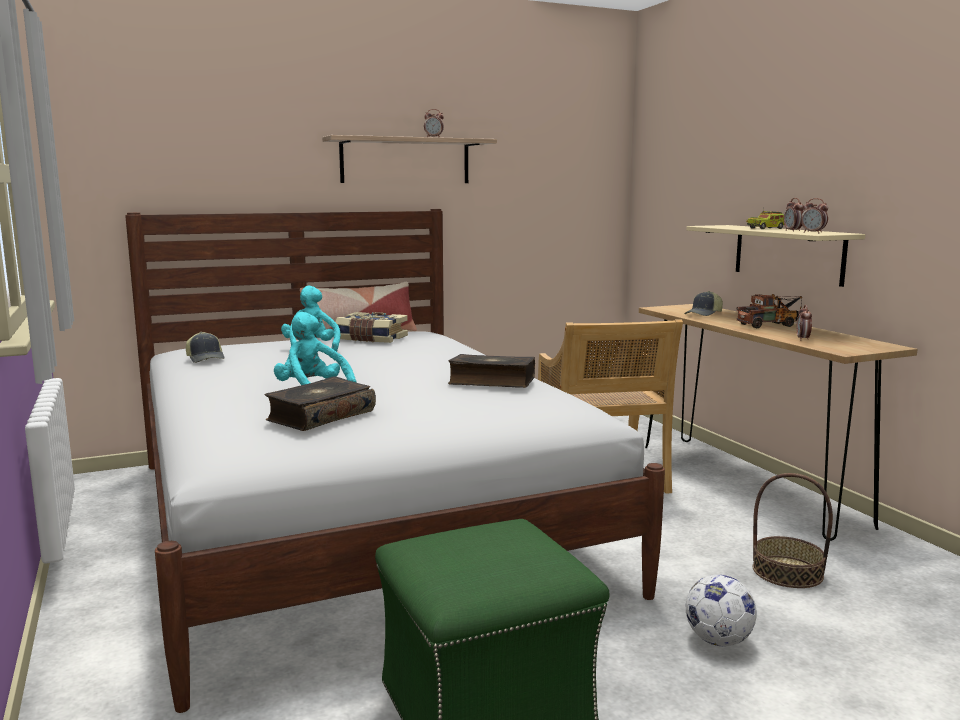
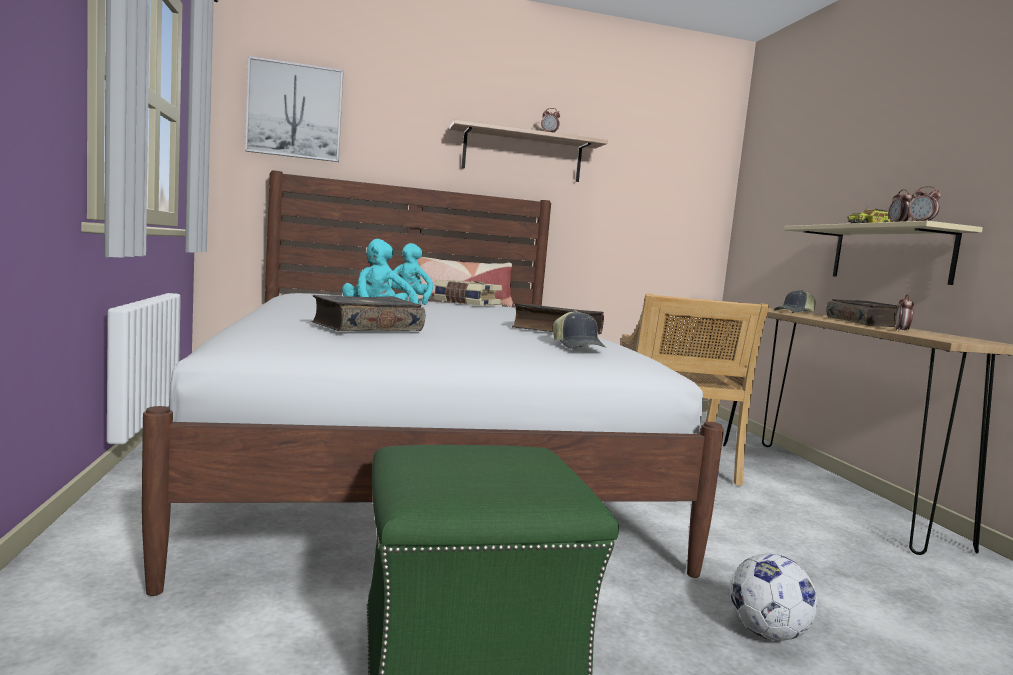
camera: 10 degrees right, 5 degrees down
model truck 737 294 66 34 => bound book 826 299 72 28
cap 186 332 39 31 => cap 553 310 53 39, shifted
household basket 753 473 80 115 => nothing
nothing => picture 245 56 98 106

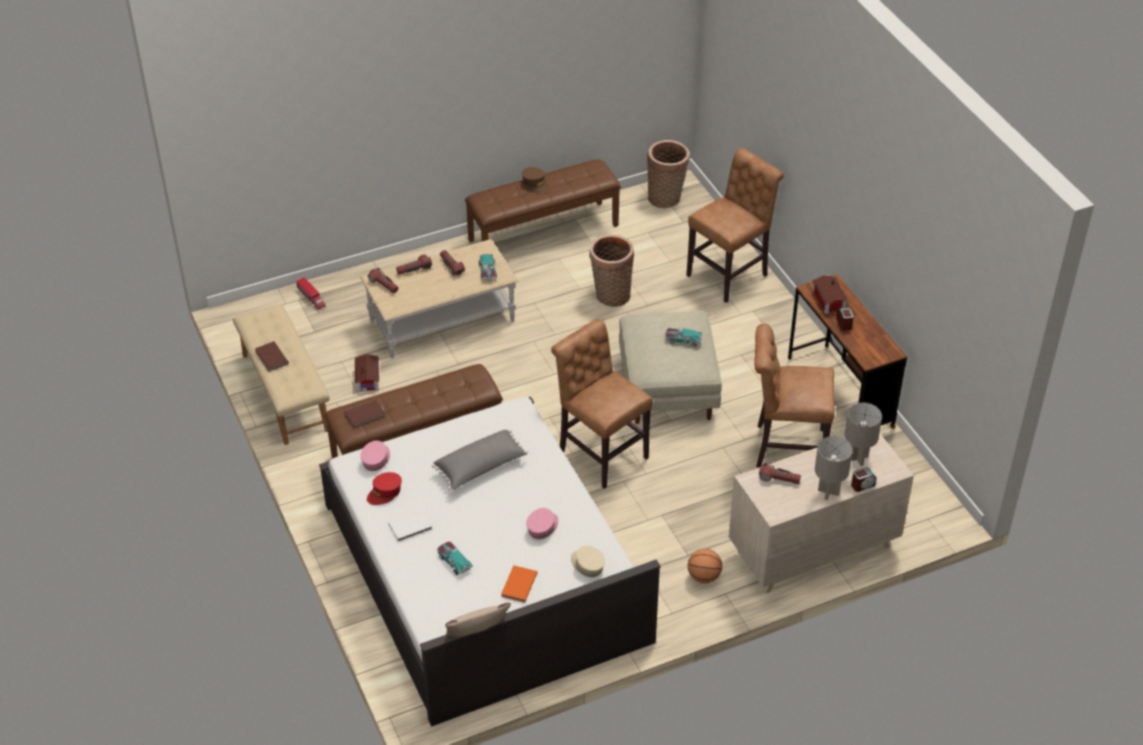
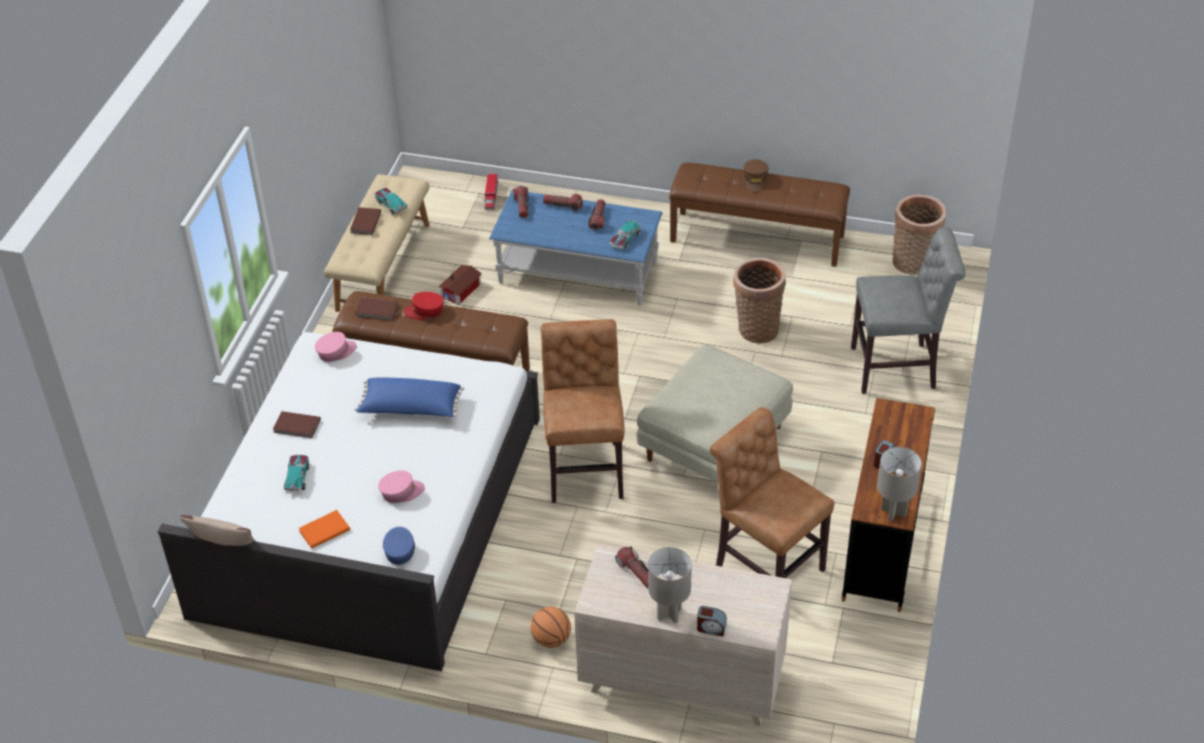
camera: 40 degrees right, 0 degrees up
upright chair (brown) 686 148 98 155 => upright chair (grey) 851 227 115 167
lounge table (beige) 360 239 159 119 => lounge table (bluish) 489 190 174 116
toy house 812 275 36 39 => nothing
model car 665 328 38 19 => model car 375 188 33 27, shifted
lamp for a table (grey) 845 403 37 63 => lamp for a table (grey) 877 447 45 75, shifted
pillow (grey) 432 430 96 60 => pillow (bluish) 354 378 110 39
cap (reddish) 367 472 35 33 => cap (reddish) 404 292 40 28, shifted
bound book (white-coloured) 388 510 44 32 => bound book (brown) 273 411 48 27
cap (beige) 571 546 34 31 => cap (bluish) 383 527 32 38

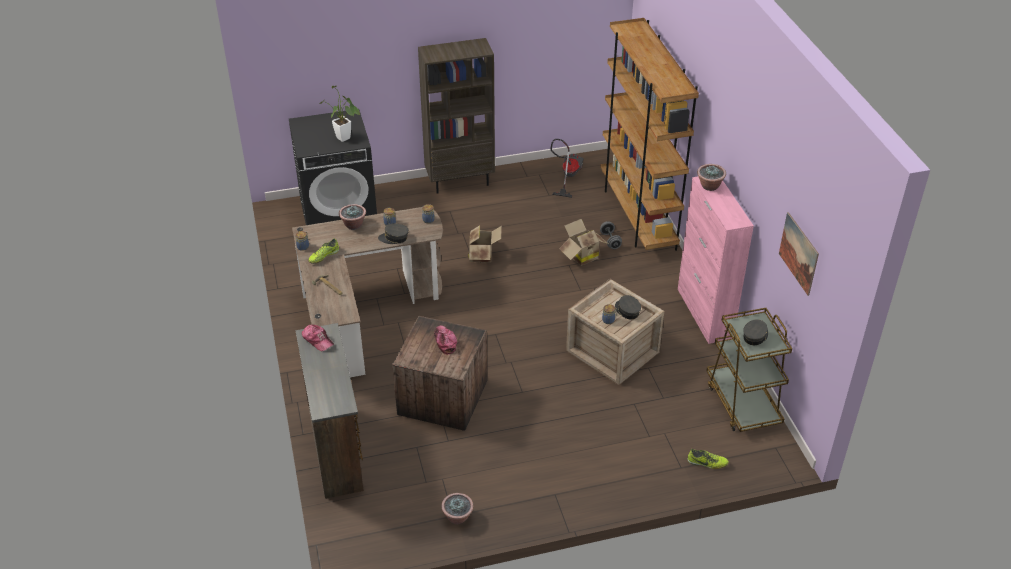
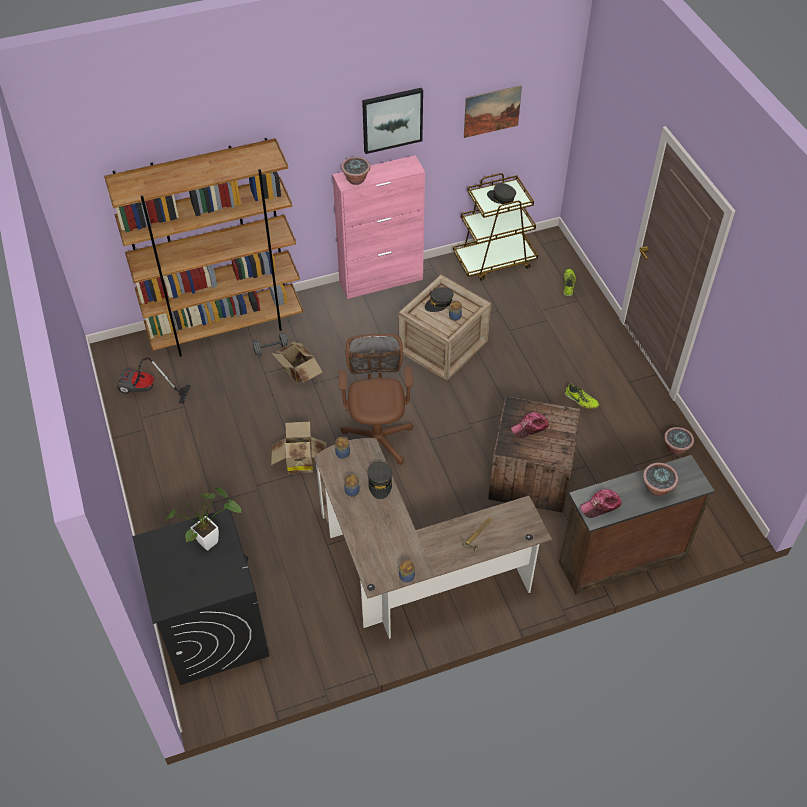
camera: 95 degrees left, 10 degrees up
bookshelf (brown) 418 38 77 156 => nothing
houseplant 339 204 27 26 => houseplant 643 462 36 34, shifted
shoe 308 238 31 26 => shoe 565 383 34 26, shifted
cap 302 324 32 27 => cap 580 489 42 29, 150 degrees counterclockwise
nothing => picture 362 88 61 66
nothing => office chair (brown) 339 334 74 131

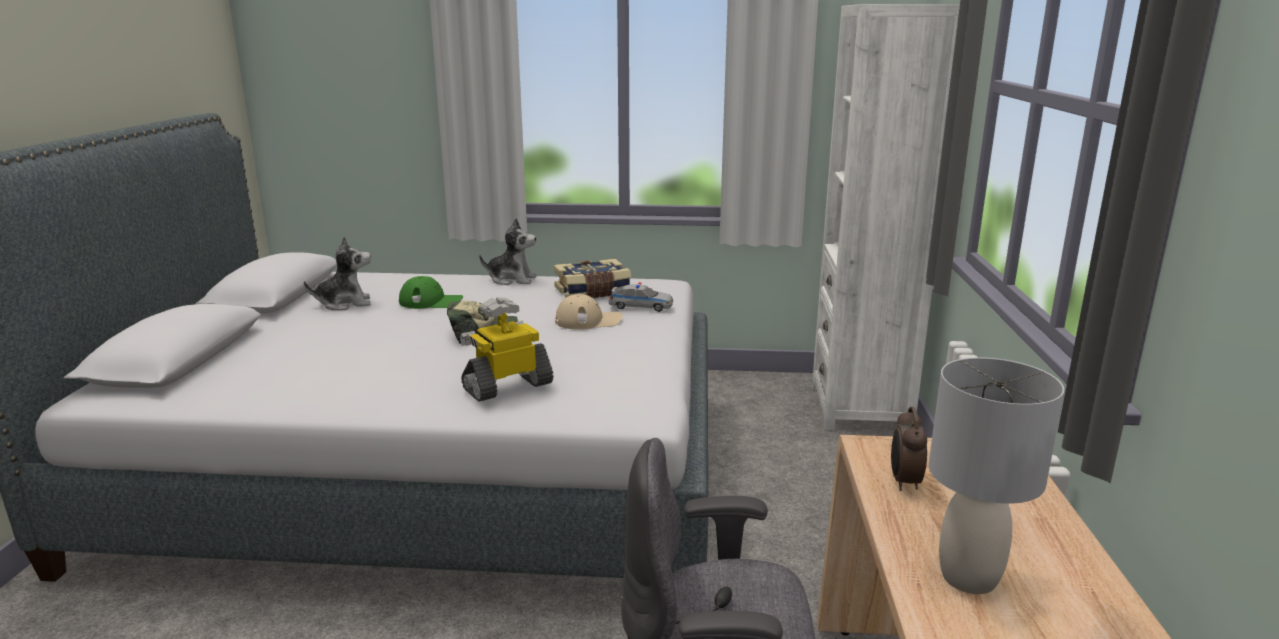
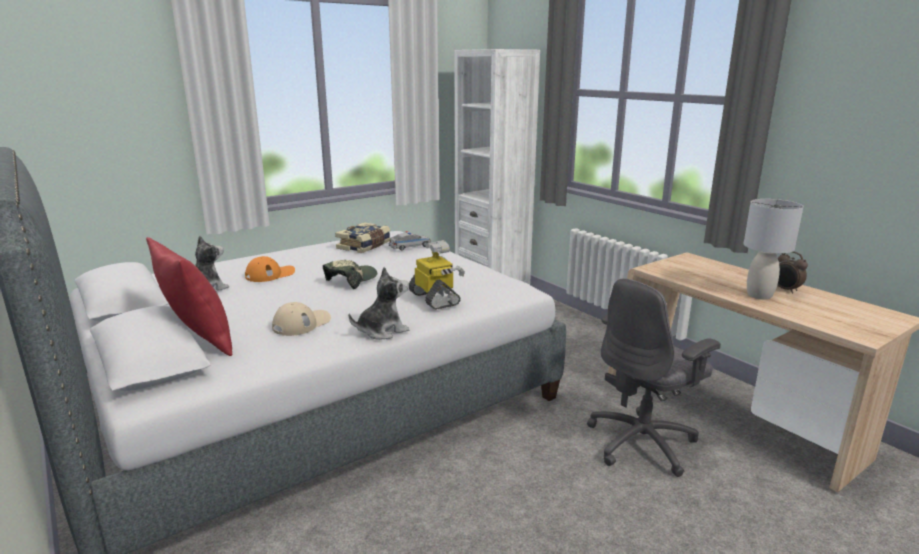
camera: 40 degrees left, 0 degrees up
soft toy 479 218 58 67 => soft toy 349 267 60 73, shifted
cap (green) 399 276 64 33 => cap (orange-coloured) 245 256 50 26
cap (beige) 555 294 68 36 => cap (beige) 272 302 59 34, shifted
model robot 460 297 93 104 => model robot 409 240 56 69, 135 degrees clockwise
alarm clock 891 407 36 84 => alarm clock 777 251 31 43, shifted
nothing => pillow (reddish) 146 237 86 119

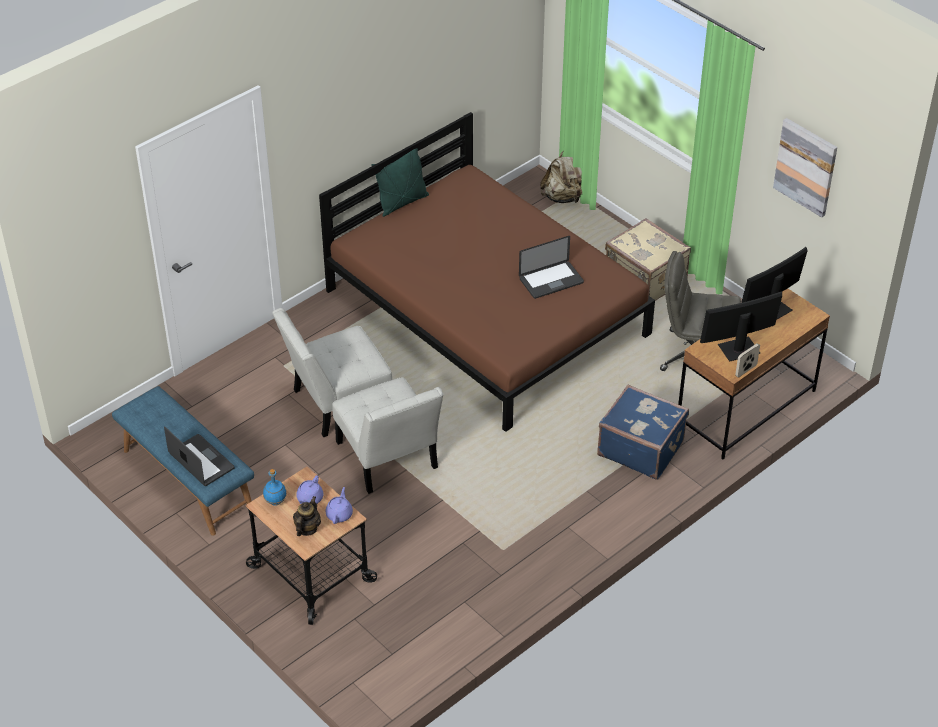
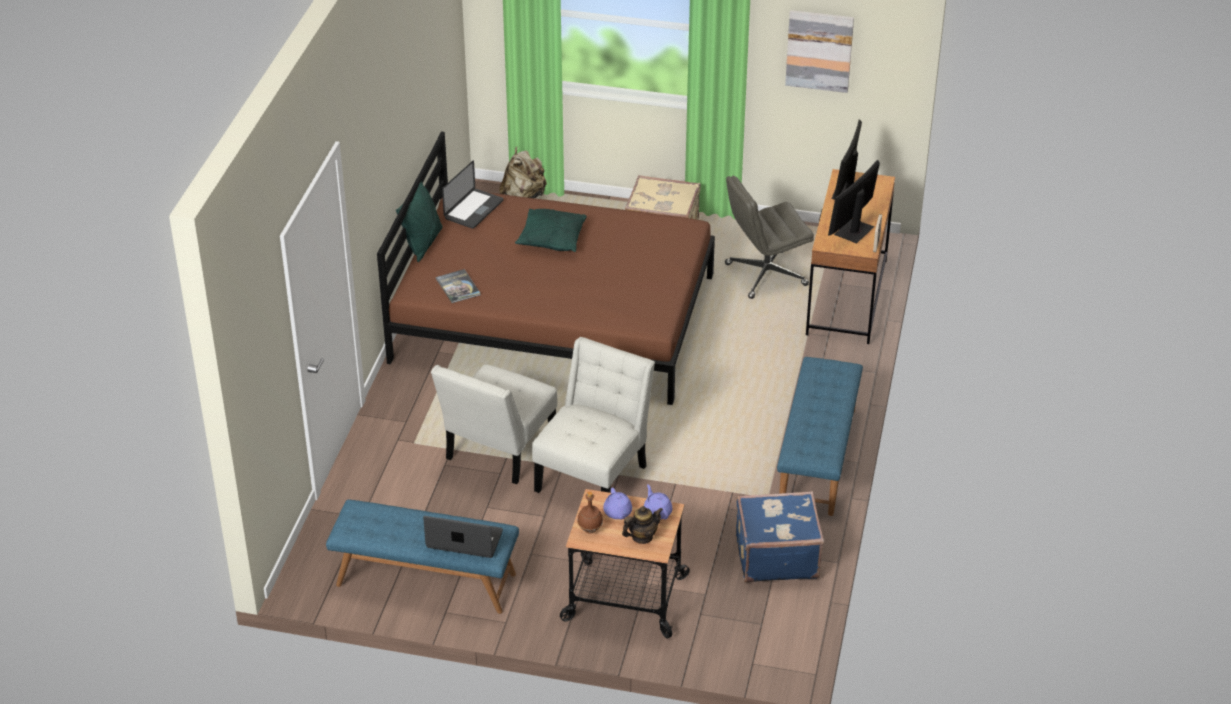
camera: 35 degrees left, 5 degrees down
laptop 519 236 65 63 => laptop 442 160 61 69, shifted
upright chair (white-coloured) 332 377 112 117 => upright chair (white-coloured) 532 337 123 156, 90 degrees counterclockwise
piece of luggage (bluish) 597 384 92 96 => piece of luggage (bluish) 736 491 88 92, shifted
beverage bottle (bluish) 263 469 24 37 => beverage bottle (brown) 578 492 25 42
tea pot 293 496 28 40 => tea pot 622 506 41 38, 75 degrees clockwise
nothing => pillow (green) 515 209 72 43
nothing => bound book 436 269 45 34
nothing => long seat (bluish) 777 357 86 159

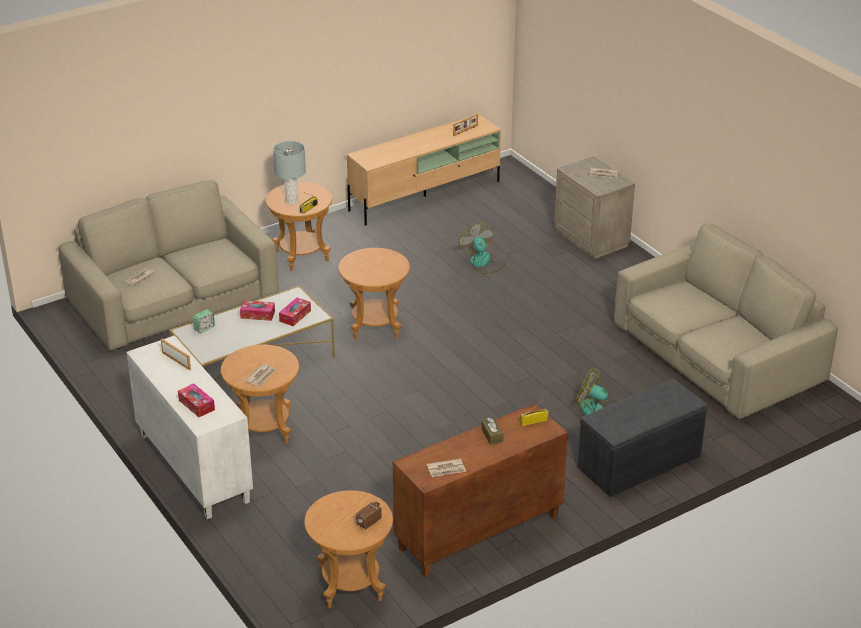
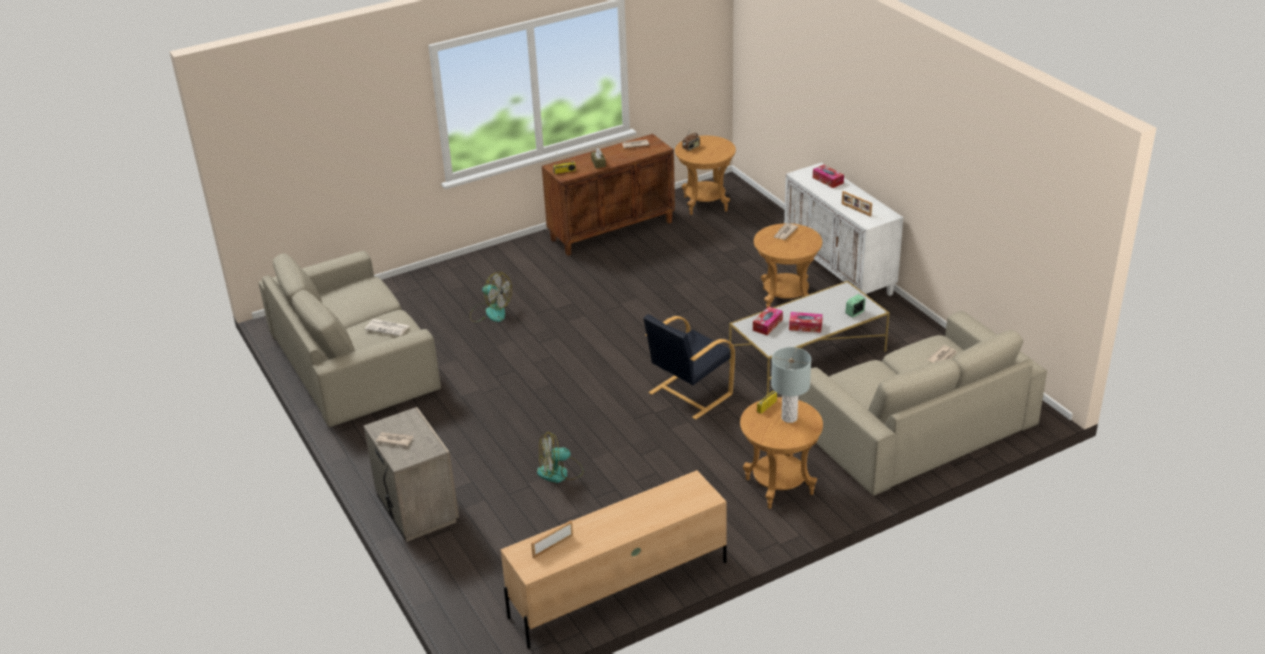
camera: 175 degrees left, 0 degrees up
fan 459 223 47 51 => fan 537 432 47 51, 90 degrees clockwise
accent table (brown) 338 248 72 92 => easy chair (blackish) 643 314 92 106
long seat (grey) 578 379 130 118 => nothing
nothing => printed paper 365 319 44 17

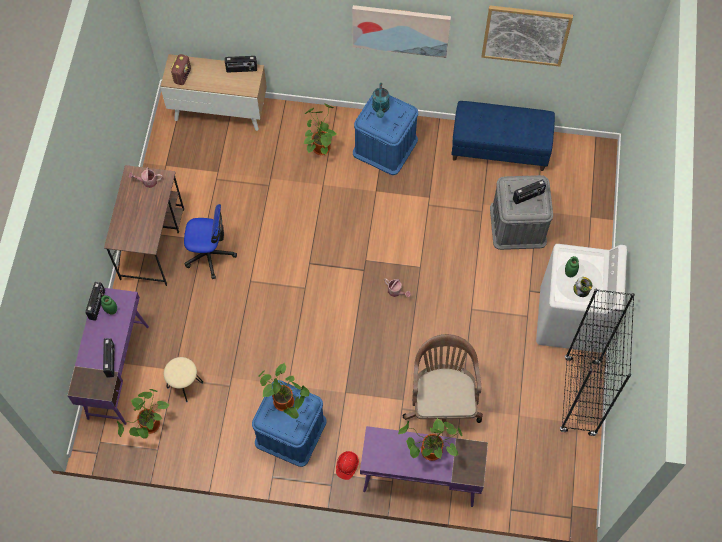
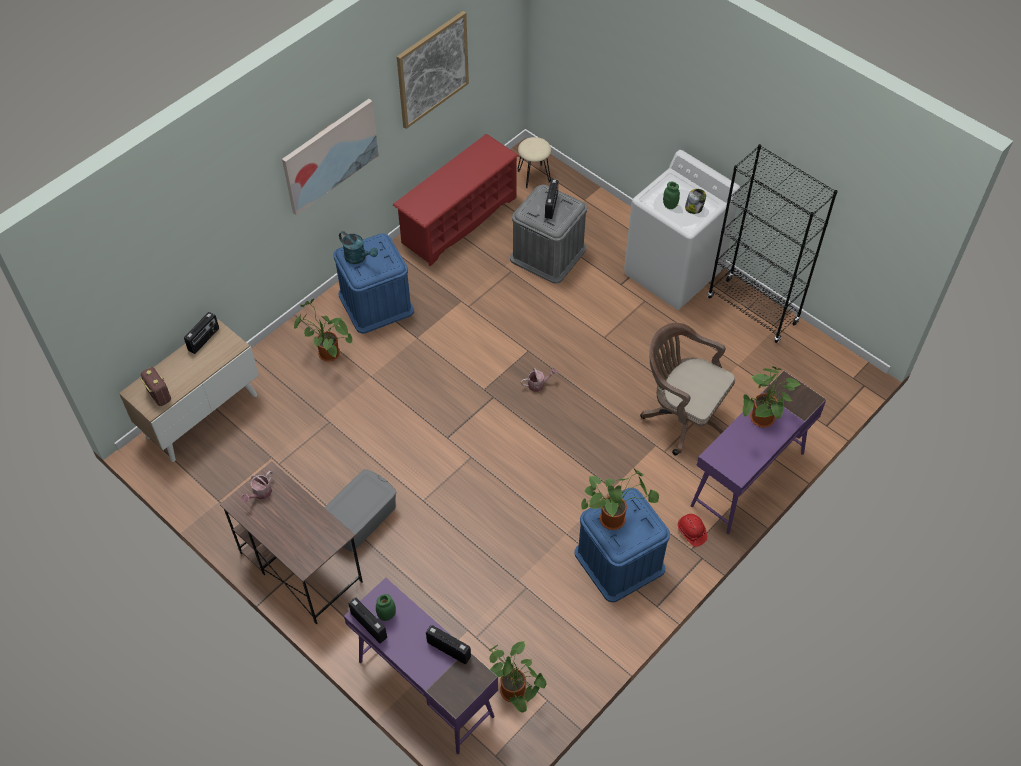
camera: 55 degrees left, 10 degrees down
long seat (bluish) 451 101 104 70 => shoe rack (reddish) 393 134 126 132
office chair 184 204 53 75 => storage bin (grey) 325 469 72 83
sitting stool (beige) 164 357 39 45 => sitting stool (beige) 517 137 34 51, shifted

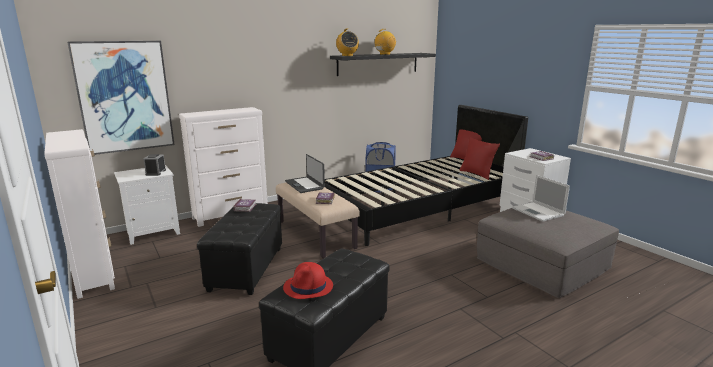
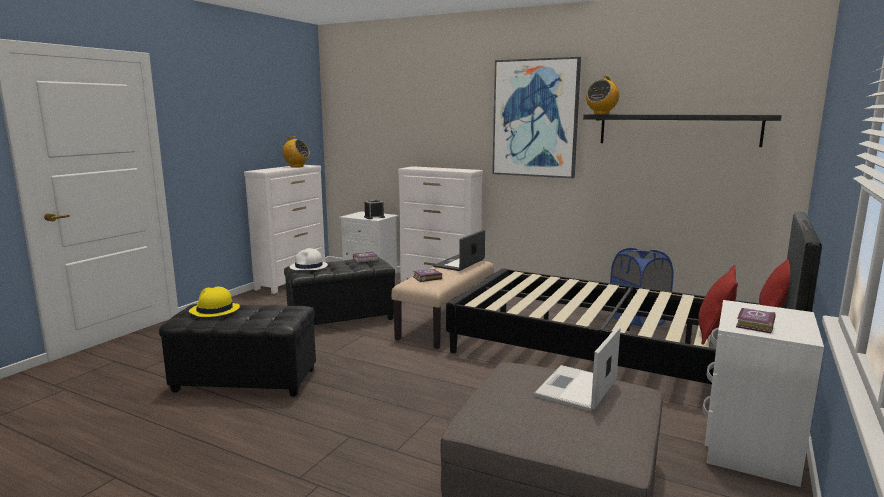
camera: 60 degrees right, 5 degrees down
radio receiver 375 29 21 26 => radio receiver 282 136 28 31, shifted
picture 67 41 108 114 => picture 492 57 89 121, shifted
wearable hat (reddish) 283 262 50 37 => wearable hat (yellowish) 189 286 51 31
nothing => wearable hat (white-coloured) 290 248 38 22

